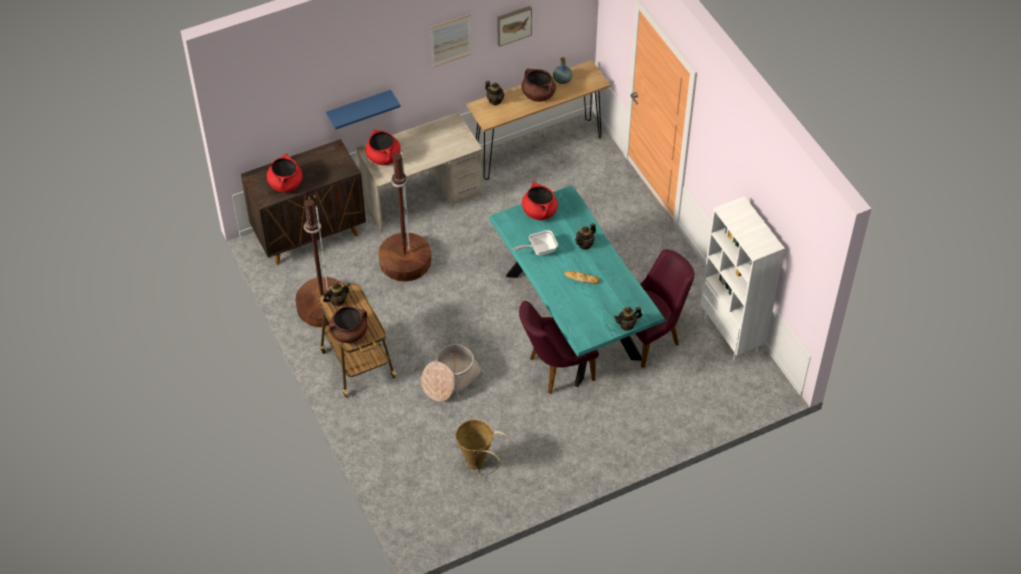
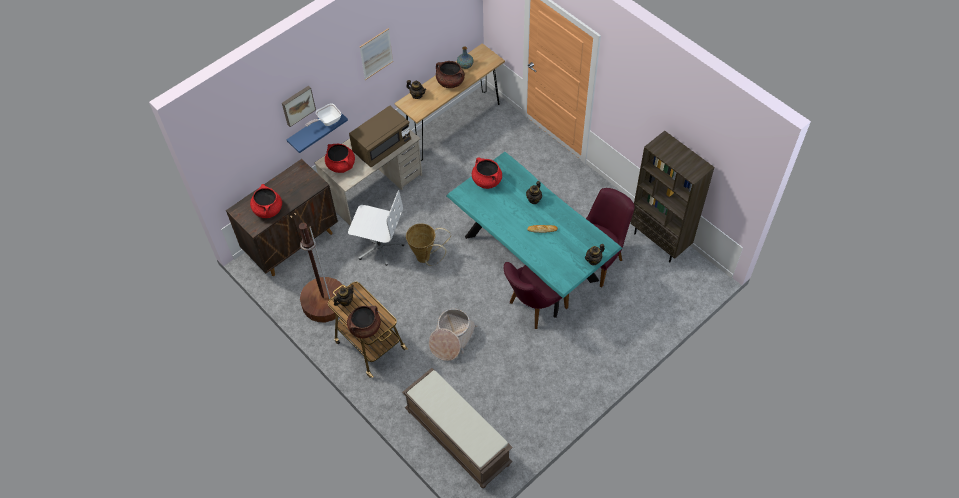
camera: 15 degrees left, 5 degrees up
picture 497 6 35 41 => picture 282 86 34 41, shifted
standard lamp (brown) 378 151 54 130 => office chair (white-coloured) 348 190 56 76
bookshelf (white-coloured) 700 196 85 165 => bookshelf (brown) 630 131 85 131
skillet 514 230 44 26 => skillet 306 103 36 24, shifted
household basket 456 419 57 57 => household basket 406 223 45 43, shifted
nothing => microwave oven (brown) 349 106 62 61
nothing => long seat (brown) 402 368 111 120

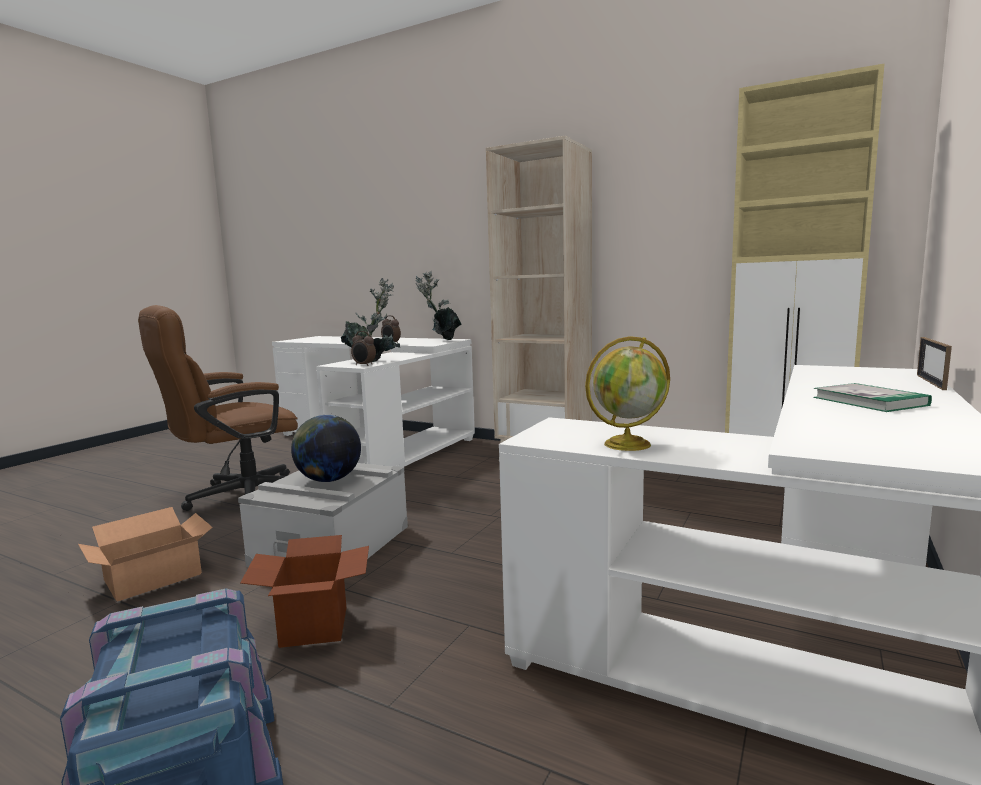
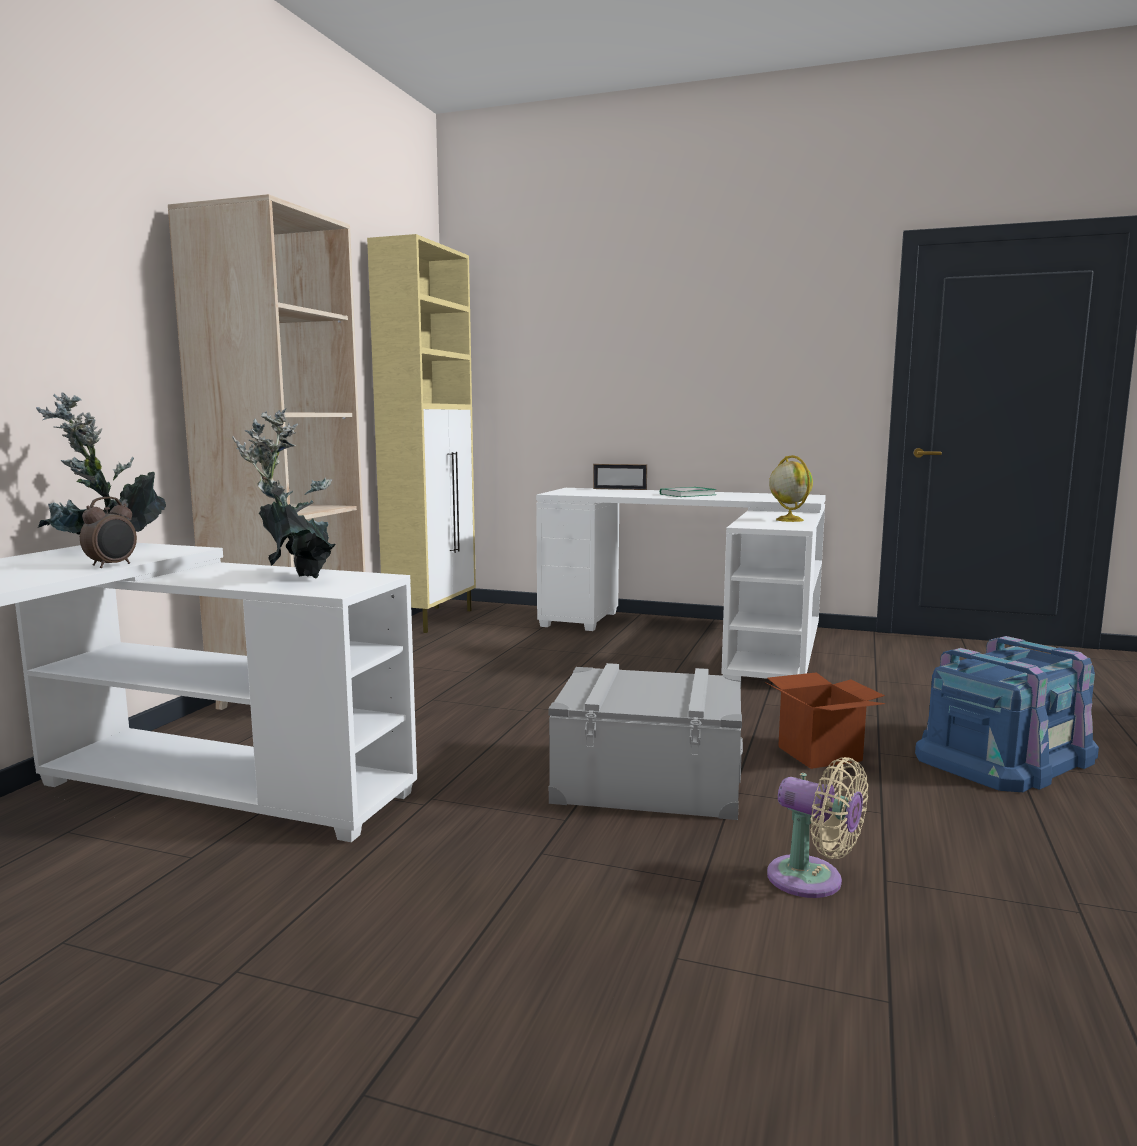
camera: 100 degrees left, 0 degrees up
office chair (brown) 138 305 160 206 => nothing
alarm clock 351 331 25 35 => nothing
desk globe 291 415 70 67 => nothing
packing box 78 507 135 95 => fan (beige) 767 757 101 141

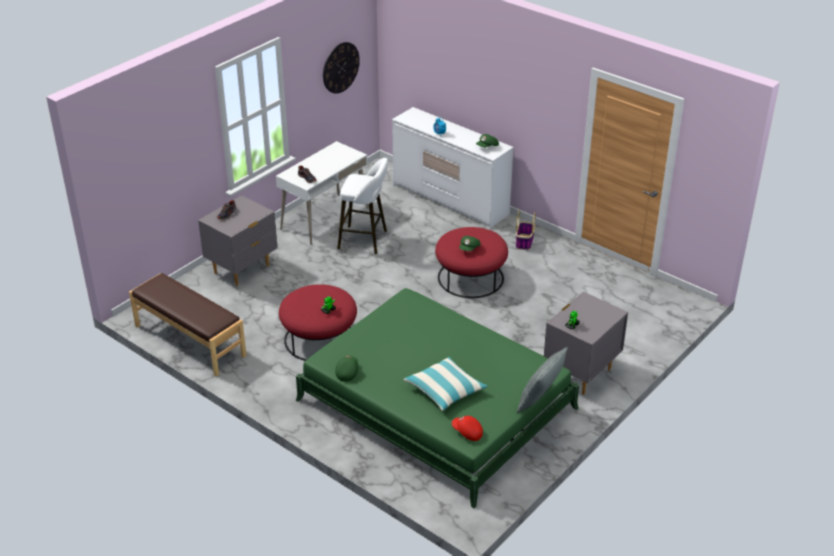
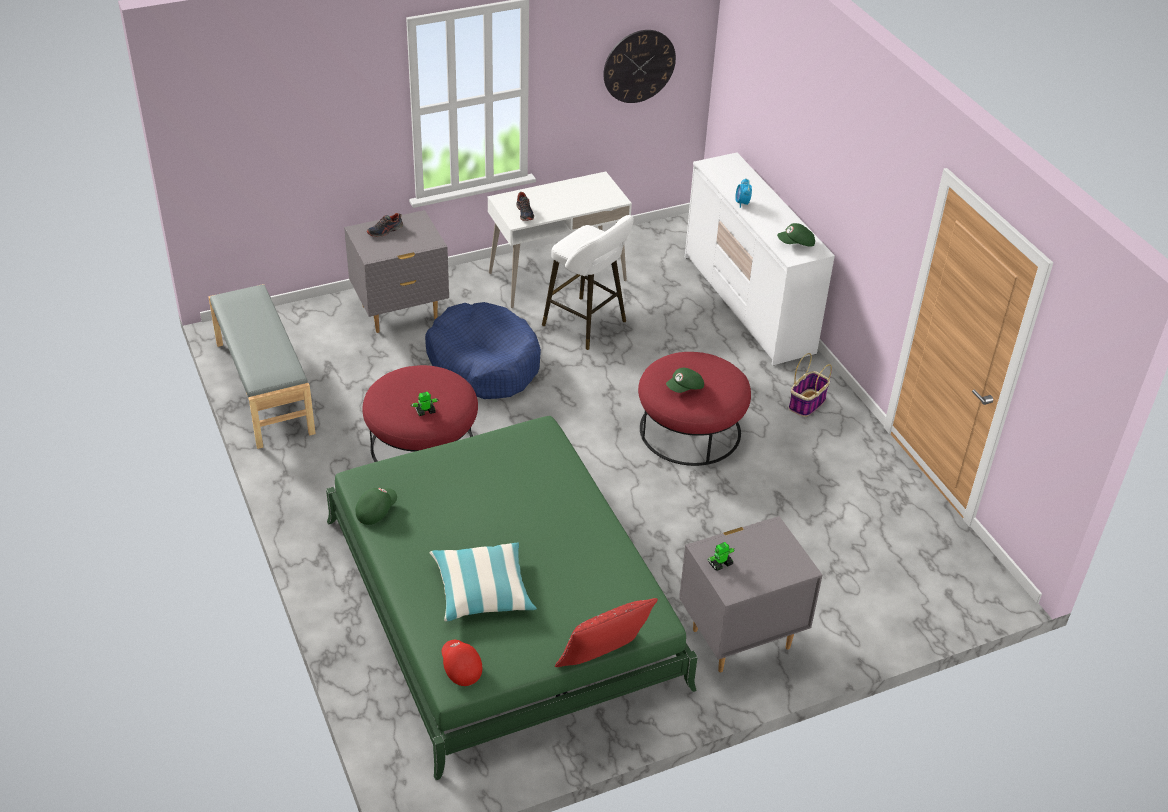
camera: 25 degrees right, 5 degrees up
long seat (brown) 129 273 118 103 => long seat (grey) 208 284 108 165
pillow (grey) 517 347 51 66 => pillow (reddish) 555 598 103 69
nothing => dog bed (bluish) 425 302 116 97

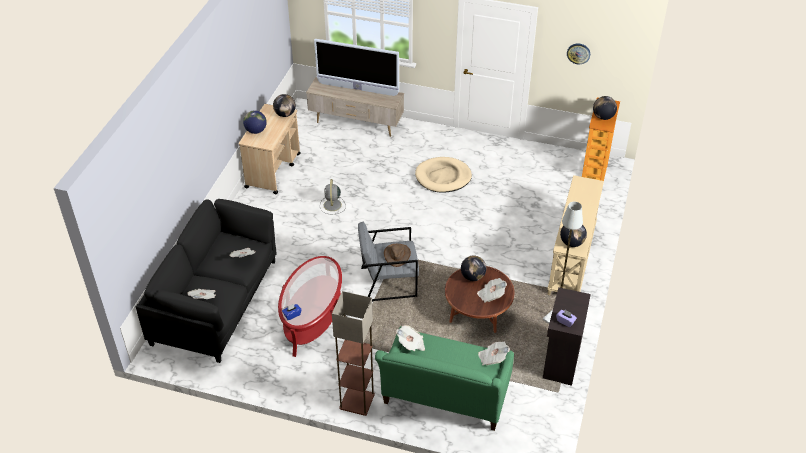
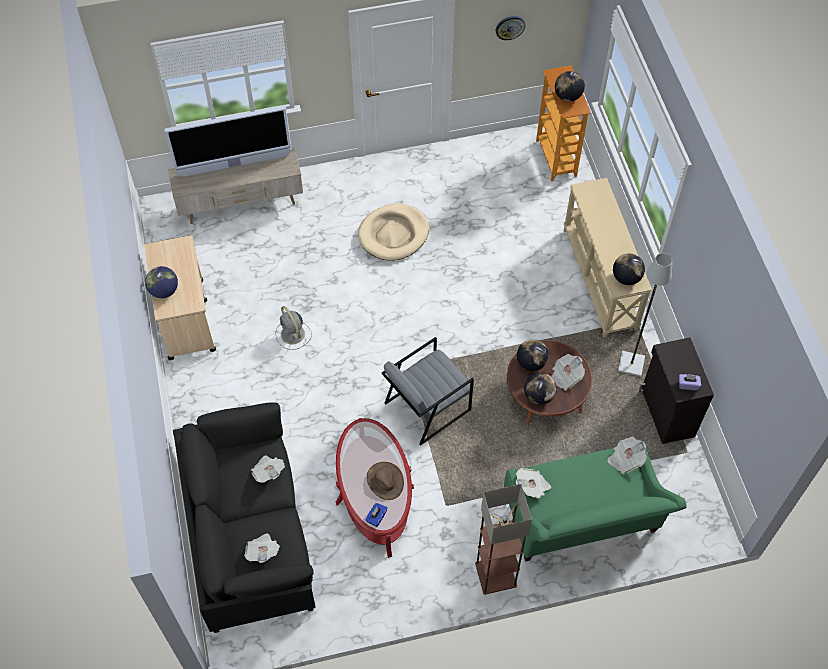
camera: 30 degrees left, 15 degrees up
desk globe 273 94 23 23 => desk globe 524 372 33 33, shifted
wearable hat (brown) 384 244 27 23 => wearable hat (brown) 367 462 37 38, shifted

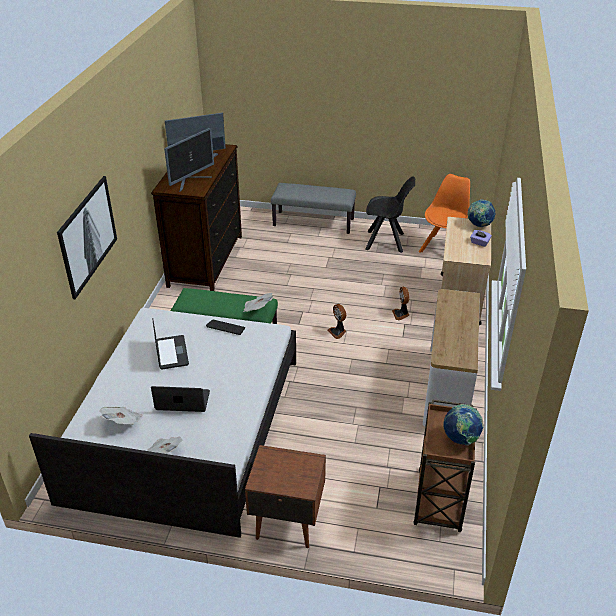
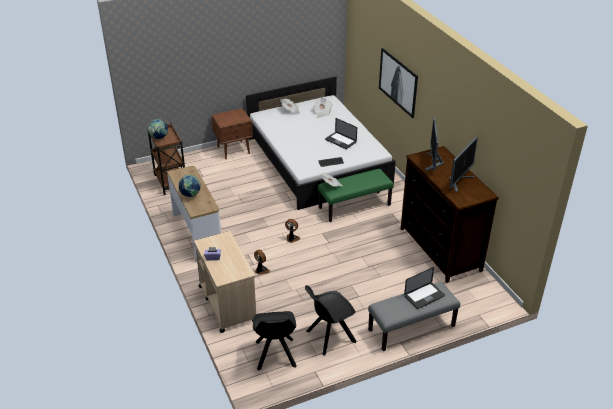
camera: 145 degrees right, 0 degrees up
upright chair (orange-coloured) 419 174 51 79 => upright chair (blackish) 253 311 43 59
desk globe 467 199 28 28 => desk globe 179 175 22 22, shifted
laptop 151 386 59 26 => laptop 404 267 41 42, shifted

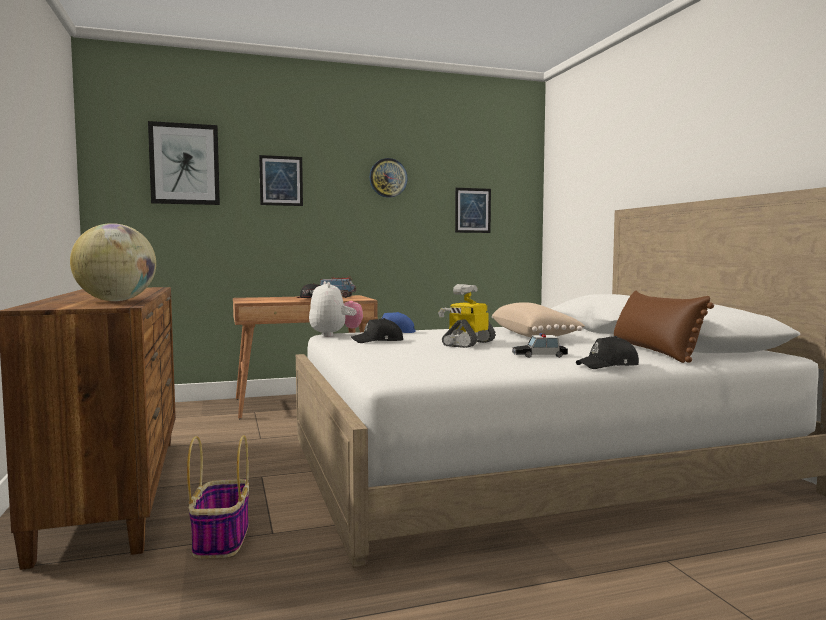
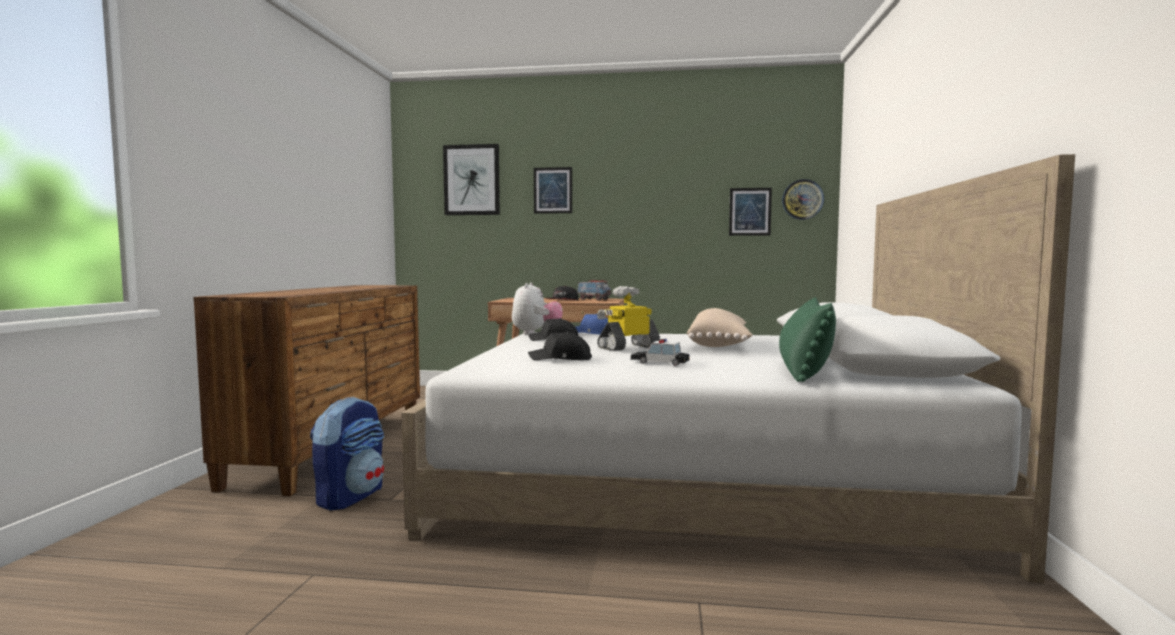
camera: 25 degrees right, 0 degrees up
wall clock 370 158 38 40 => wall clock 782 179 42 41, shifted
desk globe 70 223 86 78 => nothing
pillow (brown) 614 291 100 72 => pillow (green) 779 297 57 85
cap (blackish) 576 336 63 33 => cap (blackish) 528 332 64 29, shifted
household basket 187 435 62 124 => rucksack 310 396 74 115

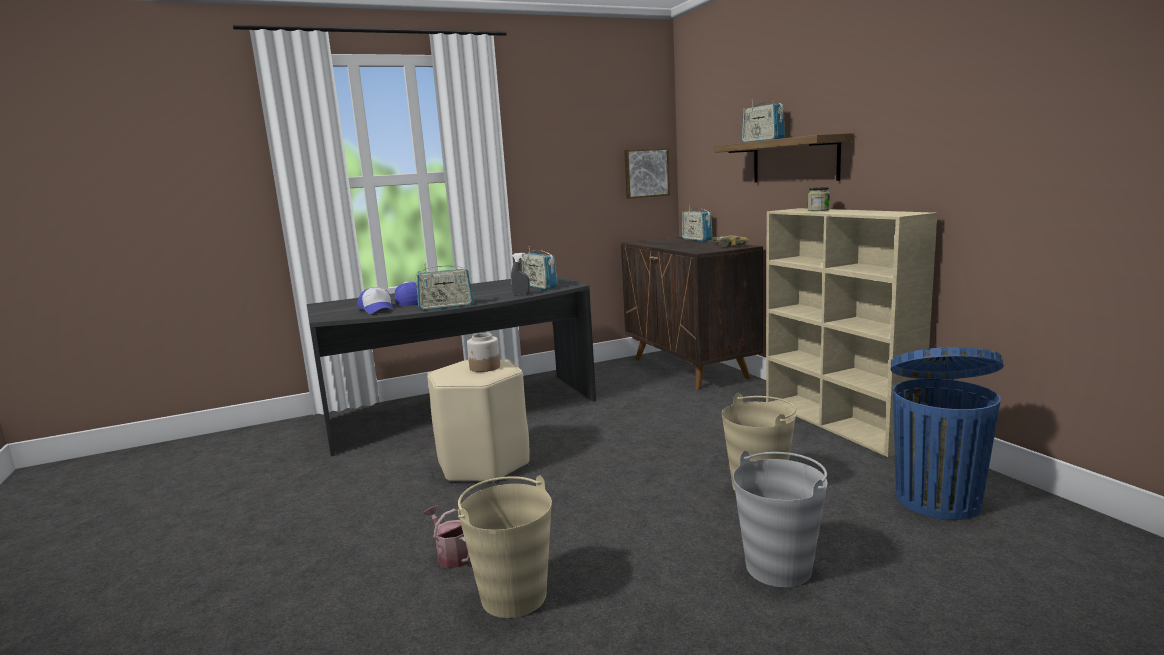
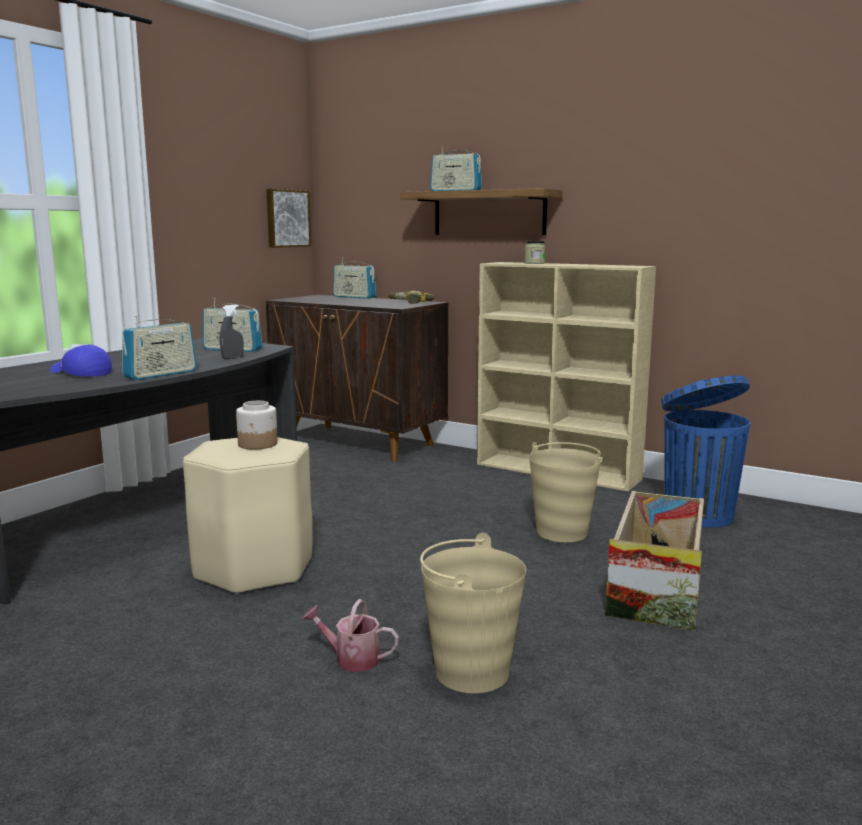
camera: 35 degrees left, 0 degrees up
cap 358 287 36 27 => nothing
pail (grey) 733 451 94 136 => packing crate 605 491 99 140

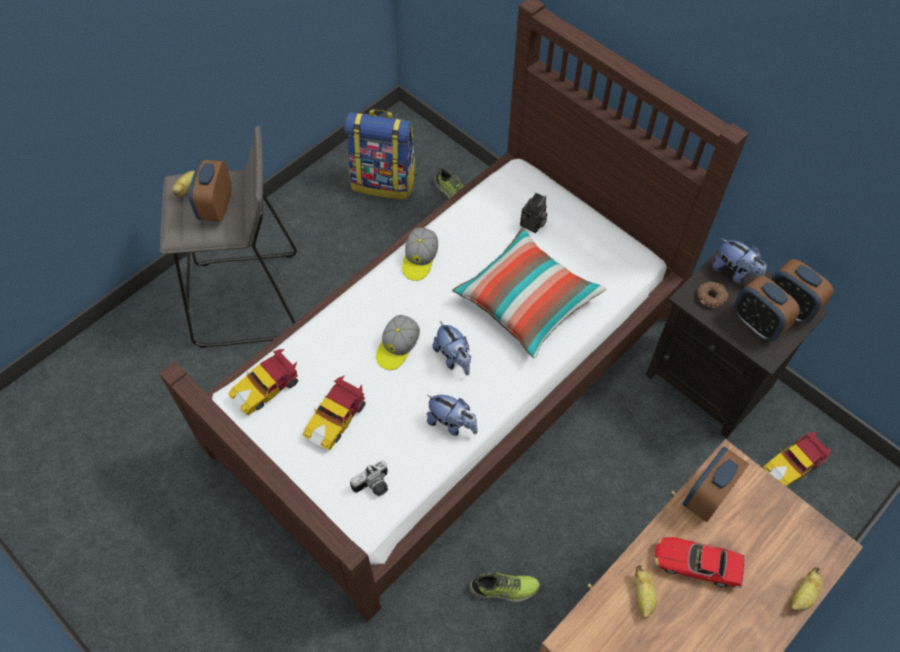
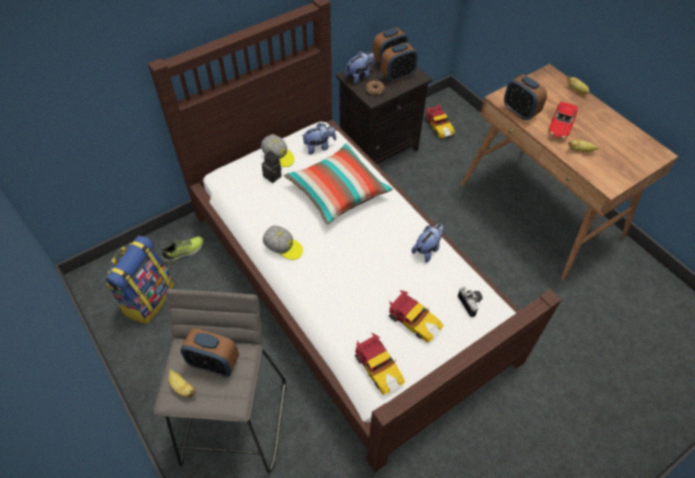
camera: 80 degrees left, 5 degrees down
cap 376 315 44 55 => cap 261 134 34 33, shifted
soft toy 432 321 39 54 => soft toy 301 123 35 32, shifted
shoe 470 573 70 29 => nothing

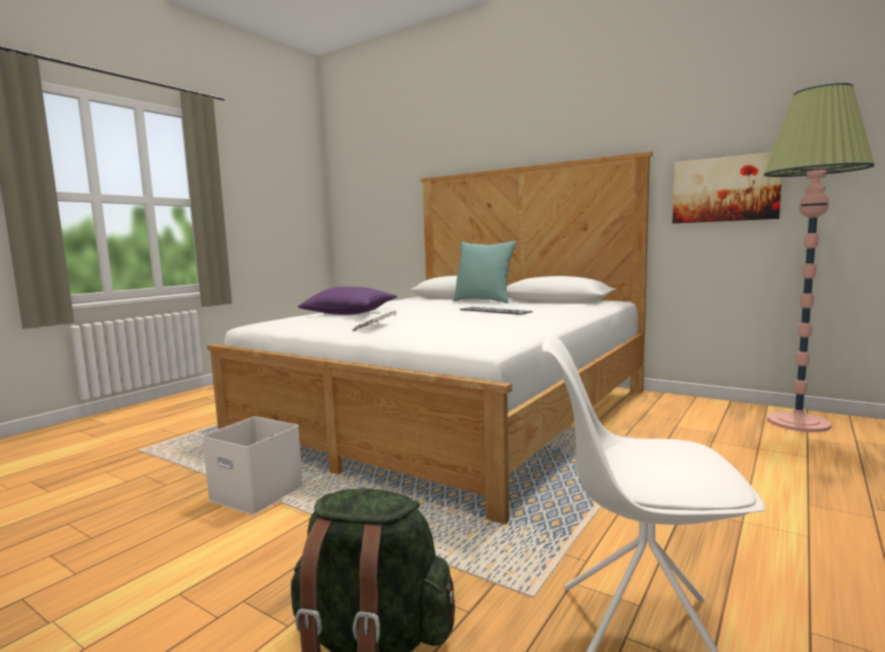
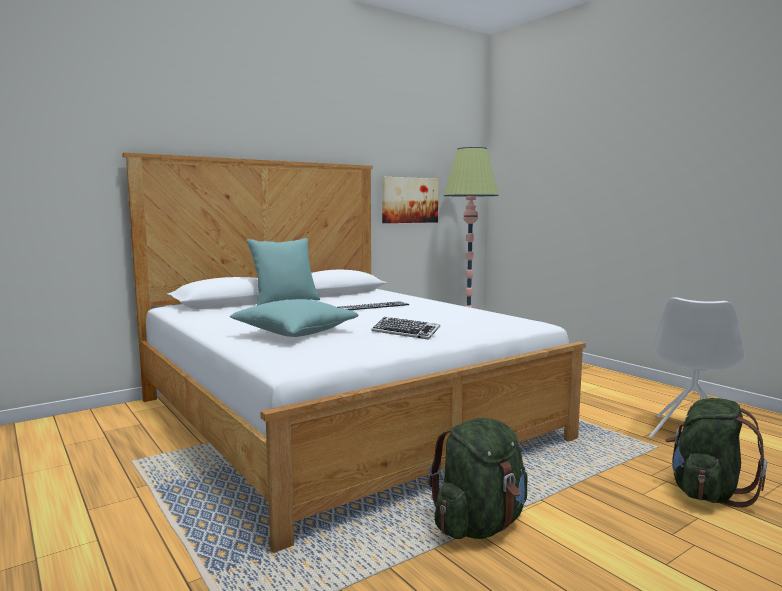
camera: 70 degrees left, 0 degrees up
pillow (purplish) 298 287 99 28 => pillow (turquoise) 229 299 130 38
storage bin (white-coloured) 202 416 101 99 => rucksack (green) 429 418 99 121

